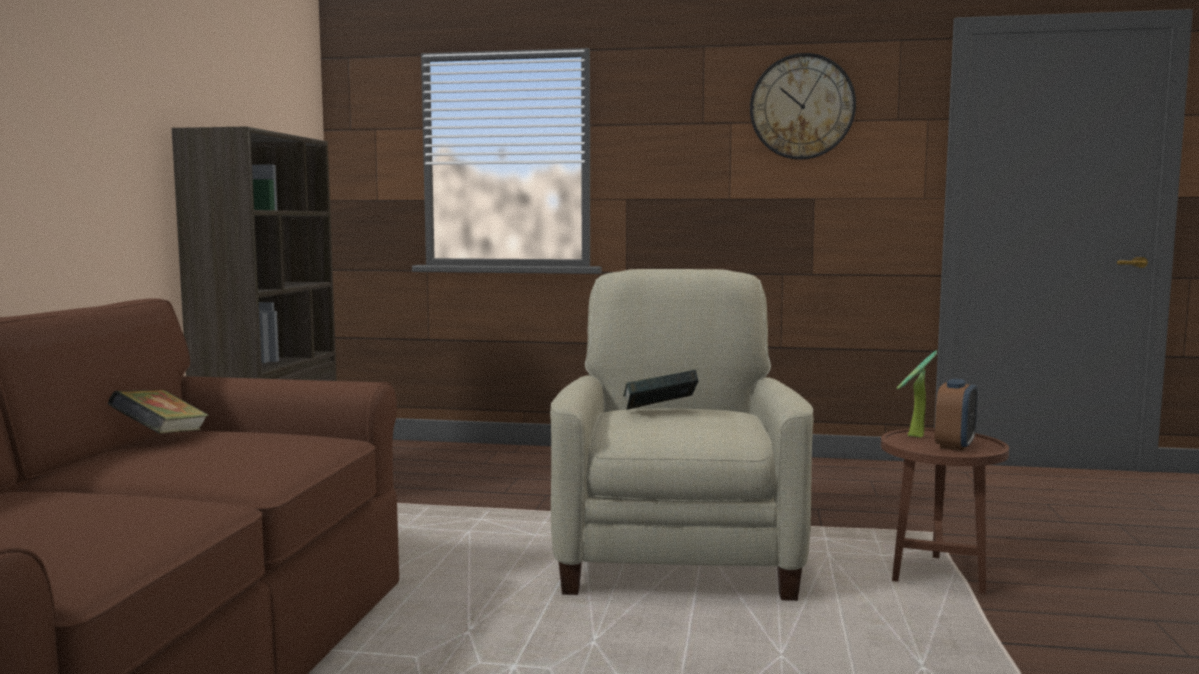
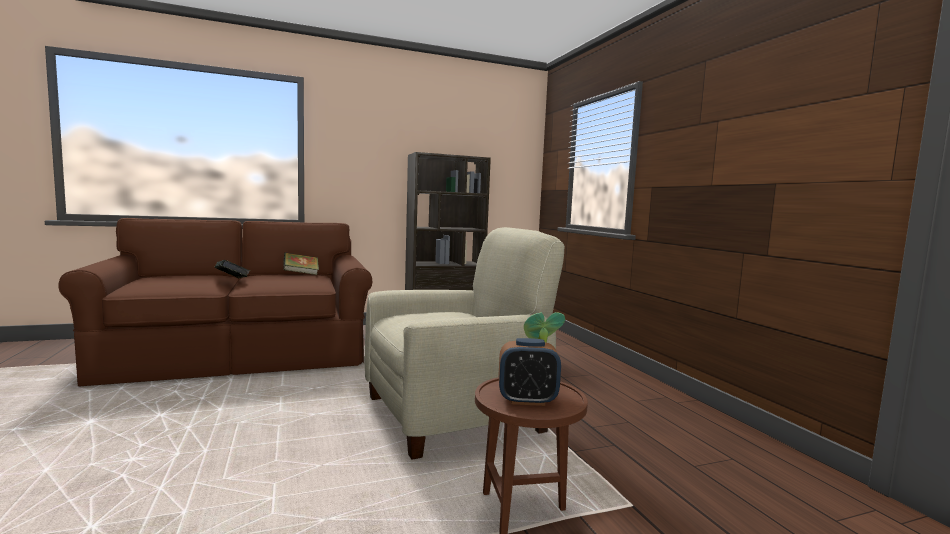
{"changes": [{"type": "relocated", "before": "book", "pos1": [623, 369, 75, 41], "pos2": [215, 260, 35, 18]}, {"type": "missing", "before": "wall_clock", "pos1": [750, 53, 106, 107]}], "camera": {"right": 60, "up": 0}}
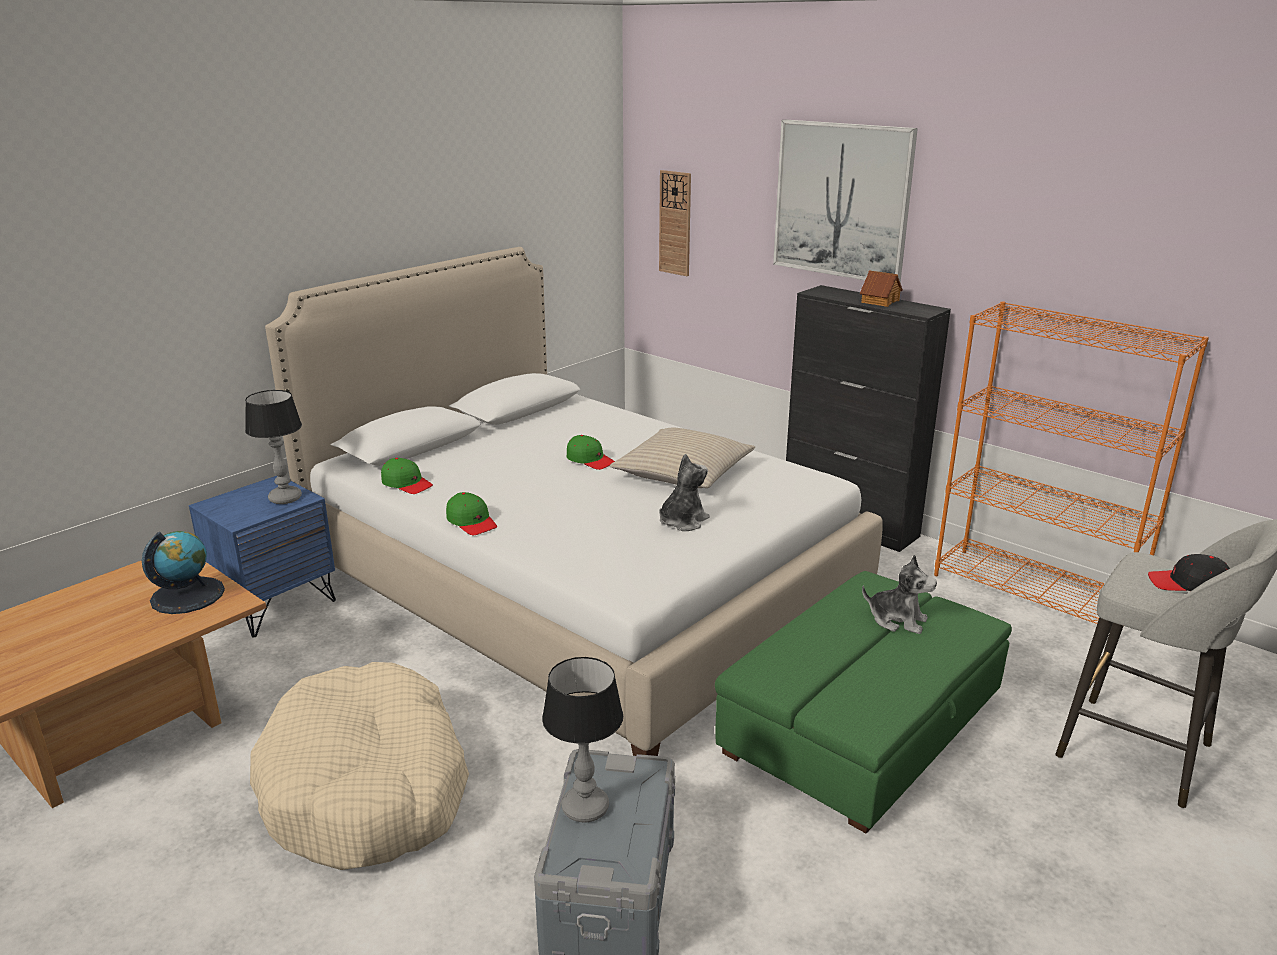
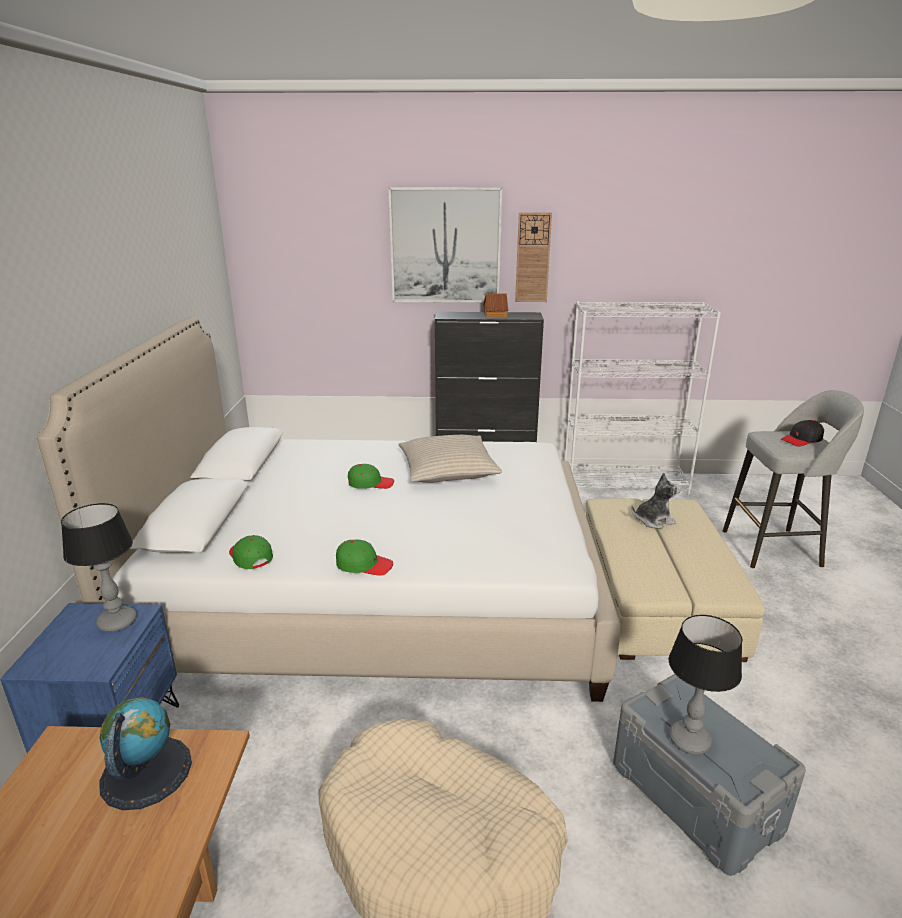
{"changes": [{"type": "spun", "before": "green_cap", "pos1": [381, 458, 52, 36], "pos2": [229, 535, 44, 34], "turn": -120}, {"type": "relocated", "before": "wall_clock", "pos1": [659, 170, 32, 106], "pos2": [515, 213, 37, 89]}, {"type": "colour", "before": "orange_bookcase", "after": "white_bookcase", "pos1": [934, 301, 275, 323], "pos2": [564, 301, 157, 194]}, {"type": "colour", "before": "green_ottoman", "after": "beige_ottoman", "pos1": [715, 571, 297, 262], "pos2": [586, 498, 179, 164]}, {"type": "missing", "before": "plush_toy", "pos1": [659, 454, 51, 77]}], "camera": {"right": -40, "up": 0}}
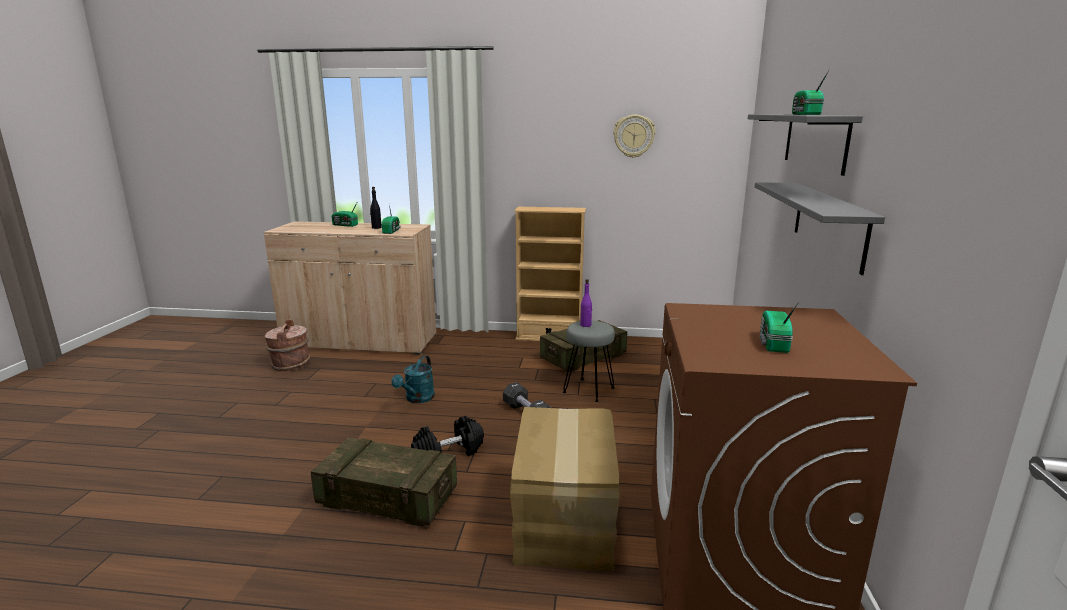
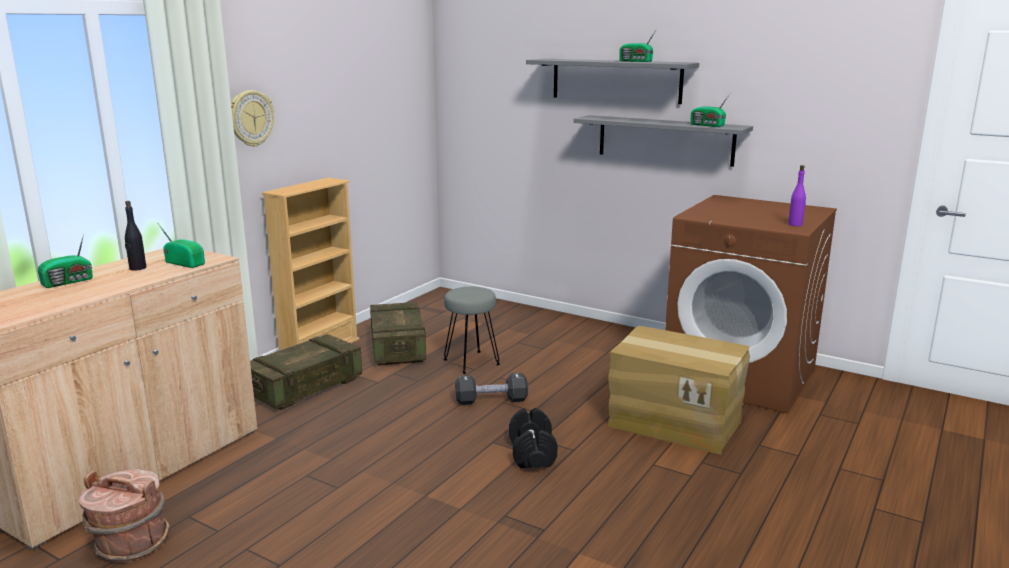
{"changes": [{"type": "relocated", "before": "wall_clock", "pos1": [613, 115, 42, 43], "pos2": [231, 90, 43, 57]}, {"type": "relocated", "before": "crate", "pos1": [311, 437, 146, 90], "pos2": [250, 334, 112, 76]}, {"type": "relocated", "before": "radio", "pos1": [760, 302, 39, 51], "pos2": [690, 94, 40, 33]}, {"type": "relocated", "before": "purple_bottle", "pos1": [580, 279, 12, 48], "pos2": [788, 165, 18, 61]}, {"type": "missing", "before": "turquoise_watering_can", "pos1": [391, 355, 44, 48]}], "camera": {"right": -65, "up": 0}}
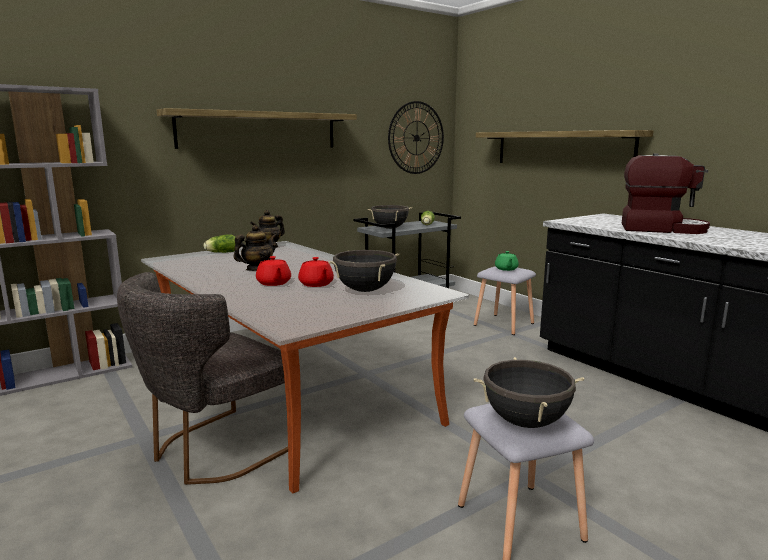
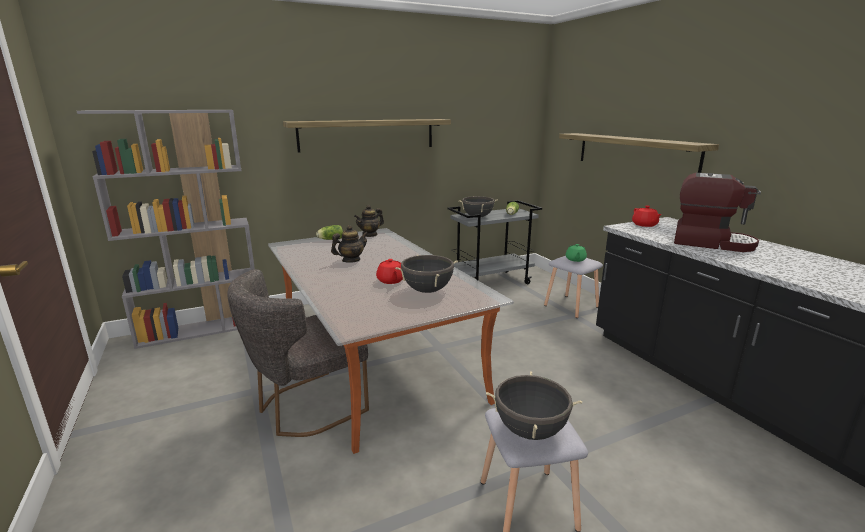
{"changes": [{"type": "relocated", "before": "red_teapot", "pos1": [256, 256, 35, 30], "pos2": [632, 206, 30, 21]}, {"type": "missing", "before": "wall_clock", "pos1": [388, 101, 56, 73]}], "camera": {"right": 10, "up": 5}}
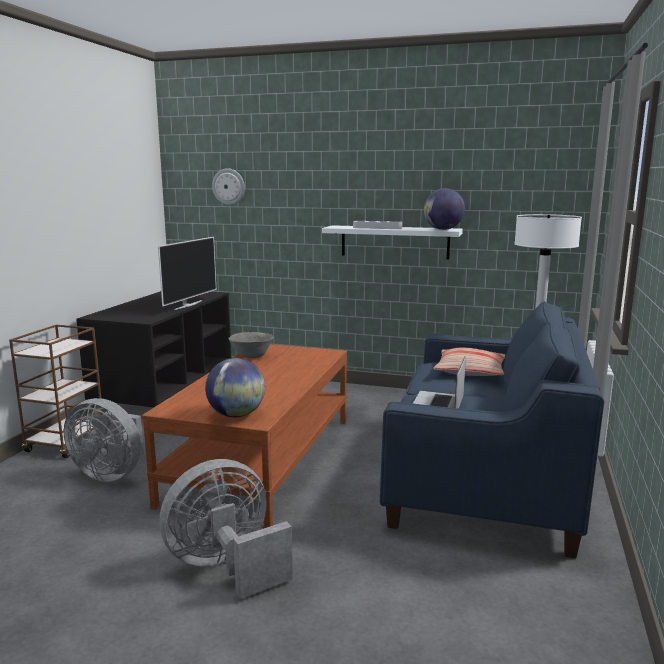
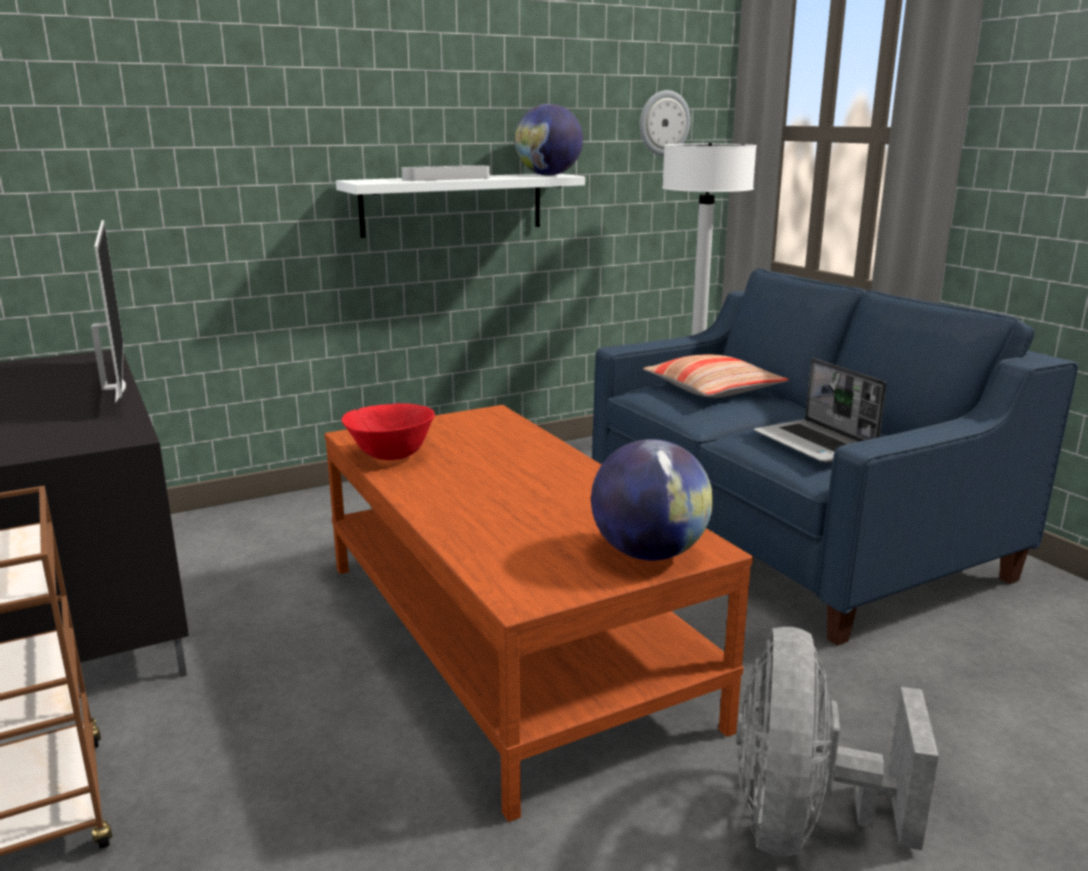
{"changes": [{"type": "colour", "before": "grey_bowl", "after": "red_bowl", "pos1": [229, 332, 45, 26], "pos2": [342, 403, 93, 57]}, {"type": "relocated", "before": "wall_clock", "pos1": [212, 168, 33, 37], "pos2": [640, 90, 50, 65]}, {"type": "missing", "before": "grey_fan", "pos1": [64, 398, 80, 84]}], "camera": {"right": -45, "up": 5}}
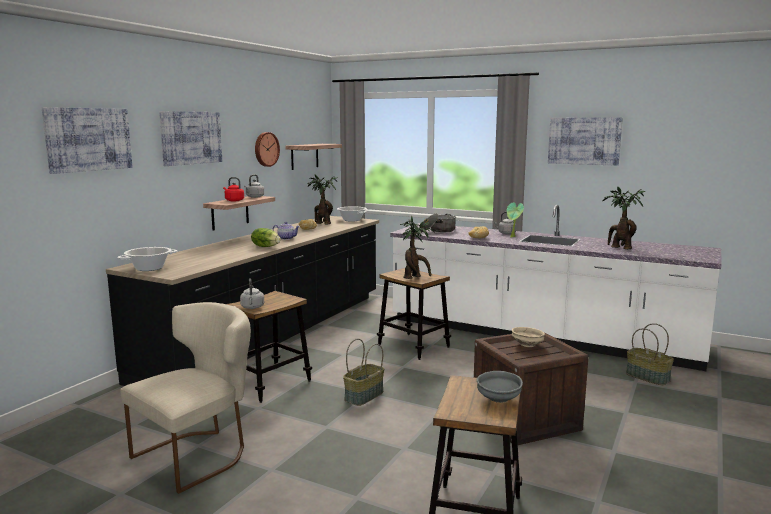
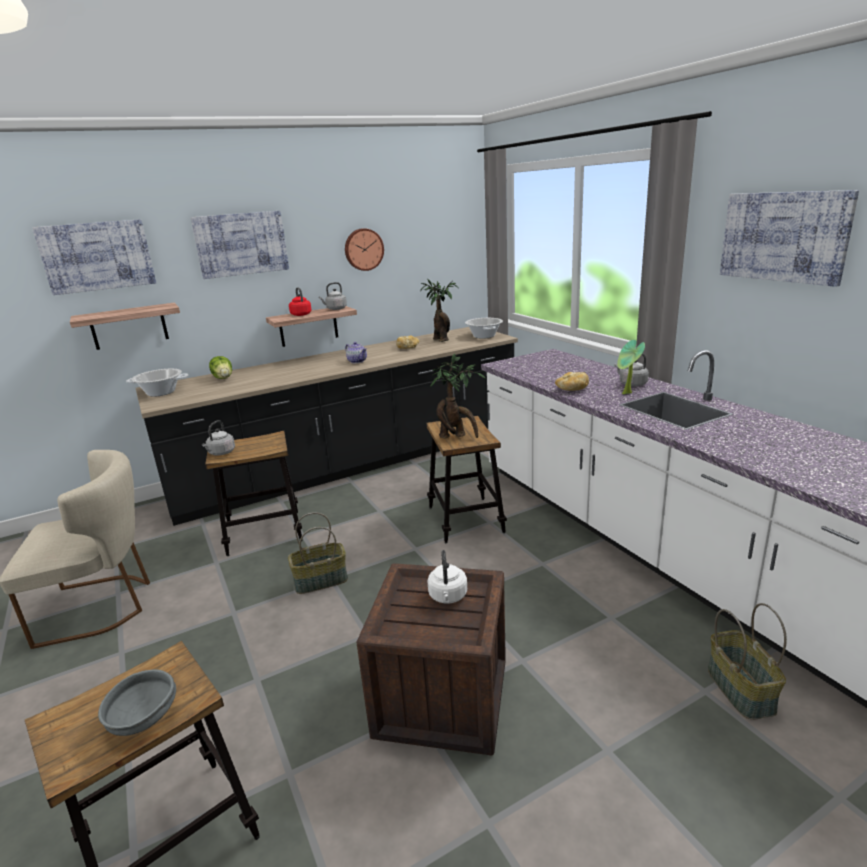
{"changes": [{"type": "relocated", "before": "shelf", "pos1": [285, 144, 57, 26], "pos2": [70, 303, 110, 47]}, {"type": "relocated", "before": "lettuce", "pos1": [251, 228, 30, 19], "pos2": [209, 356, 23, 23]}, {"type": "exchanged", "before": "beige_bowl", "after": "white_kettle", "pos1": [512, 327, 33, 20], "pos2": [427, 550, 40, 54]}, {"type": "missing", "before": "cooking_pot", "pos1": [420, 213, 36, 20]}, {"type": "missing", "before": "potted_plant", "pos1": [602, 186, 44, 63]}], "camera": {"right": 35, "up": 10}}
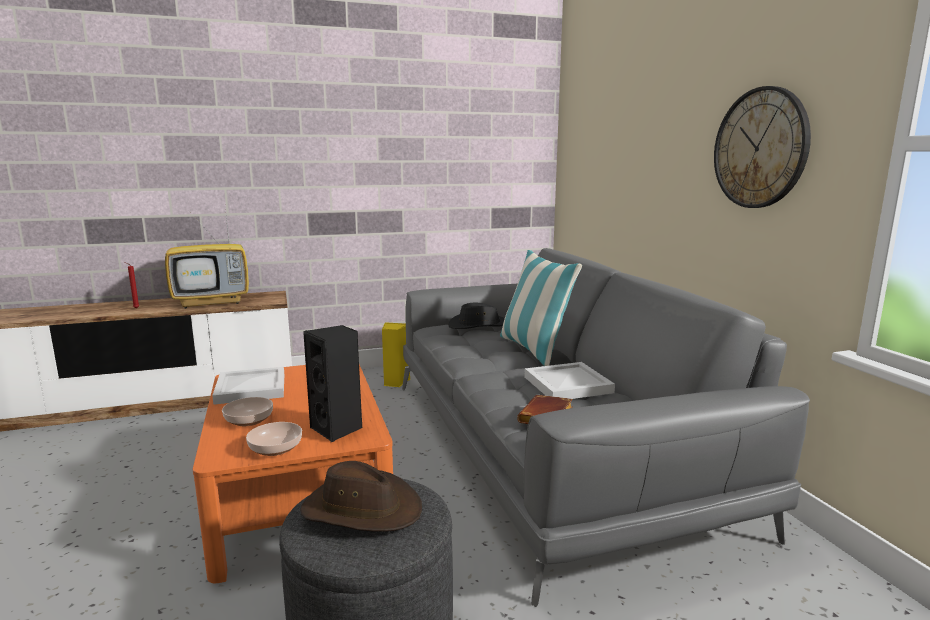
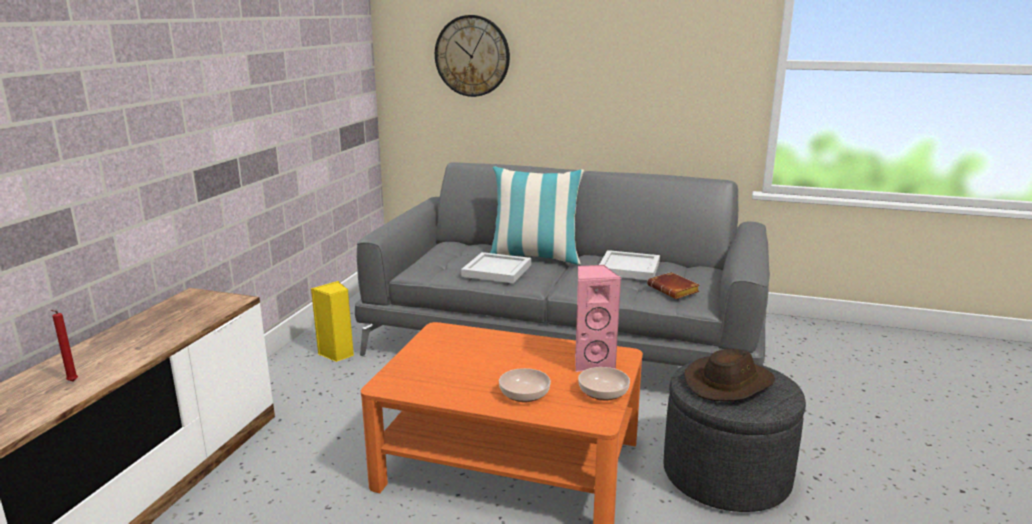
{"changes": [{"type": "relocated", "before": "wall_clock", "pos1": [714, 86, 97, 122], "pos2": [435, 15, 75, 82]}, {"type": "relocated", "before": "white_tray", "pos1": [212, 367, 72, 38], "pos2": [461, 252, 70, 31]}, {"type": "colour", "before": "black_speaker", "after": "pink_speaker", "pos1": [303, 325, 59, 117], "pos2": [575, 265, 46, 107]}, {"type": "missing", "before": "television", "pos1": [165, 207, 84, 102]}, {"type": "missing", "before": "black_hat", "pos1": [448, 302, 57, 27]}], "camera": {"right": -55, "up": 5}}
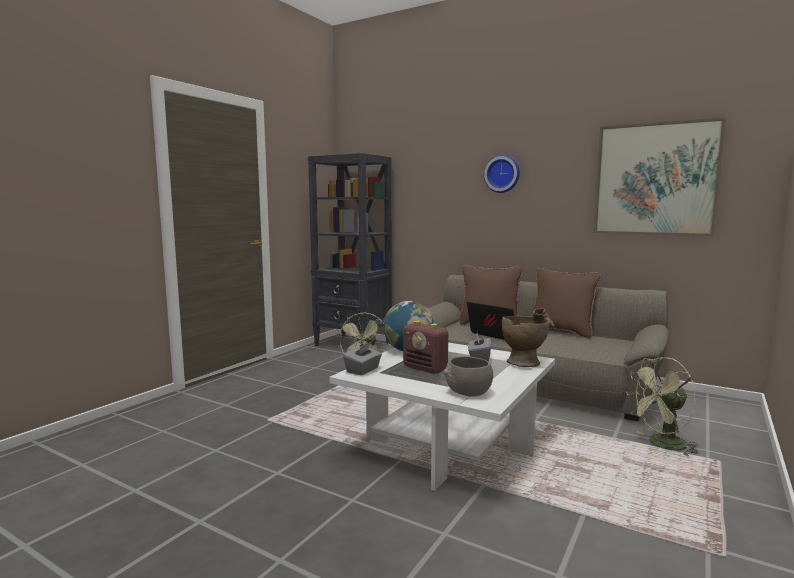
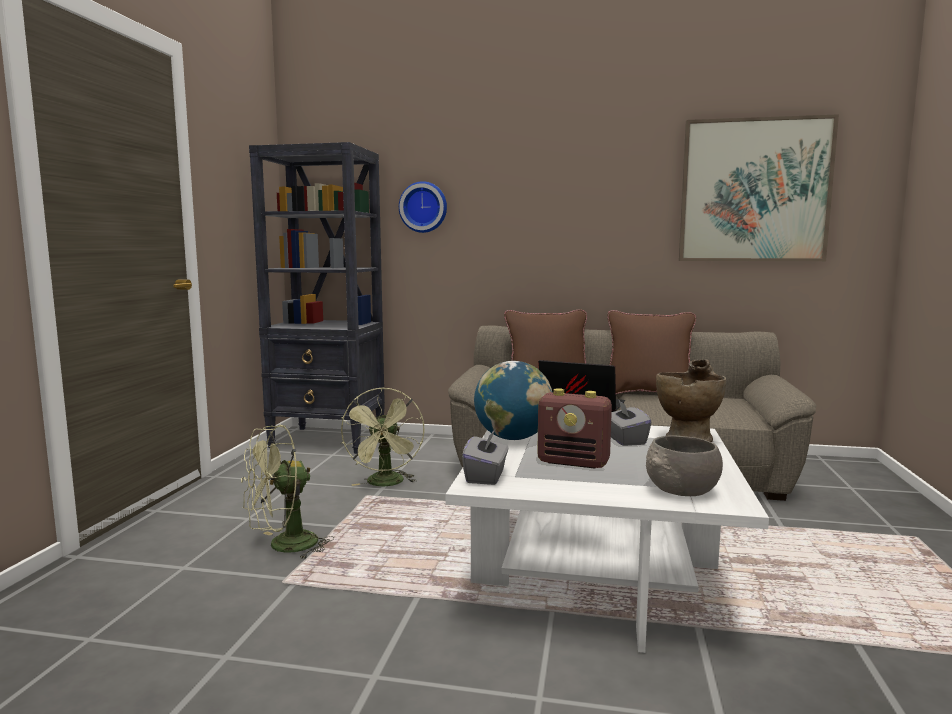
{"changes": [{"type": "relocated", "before": "green_fan", "pos1": [626, 357, 72, 100], "pos2": [241, 425, 93, 135]}, {"type": "relocated", "before": "wall_clock", "pos1": [484, 155, 36, 38], "pos2": [399, 181, 48, 52]}], "camera": {"right": -20, "up": 0}}
